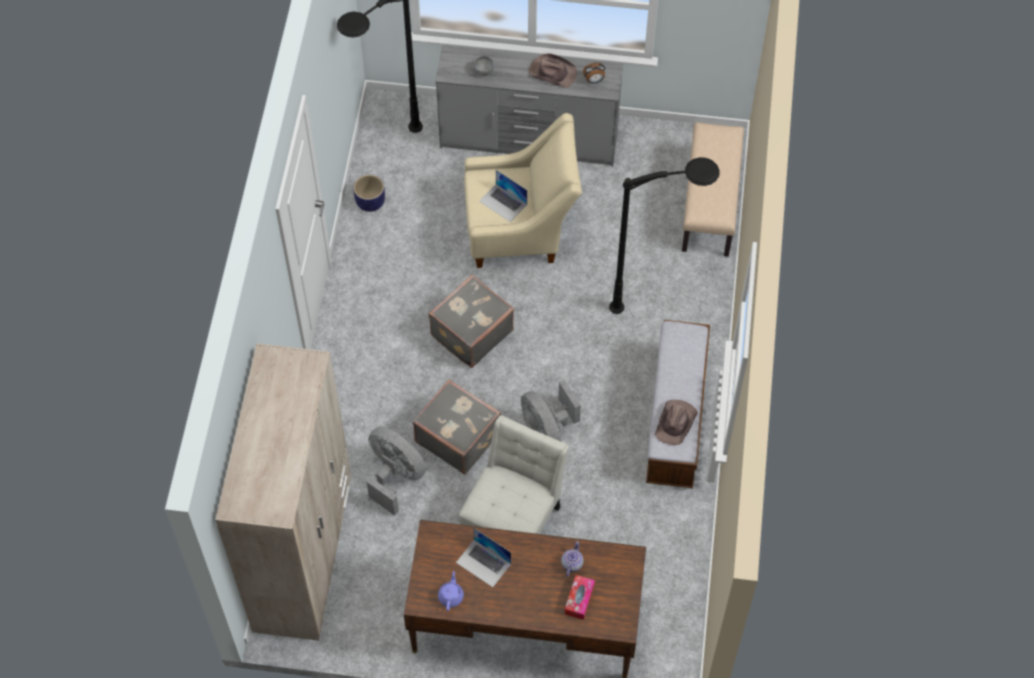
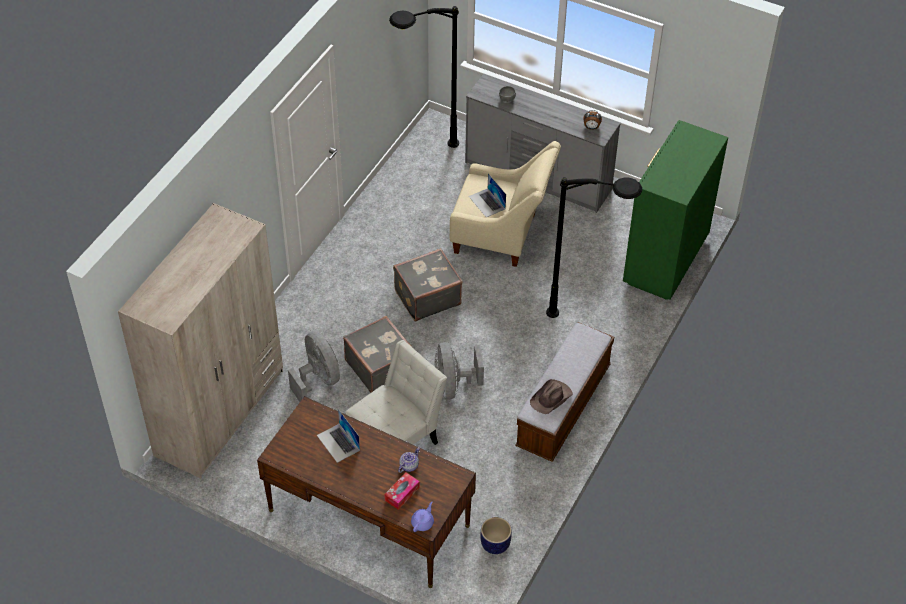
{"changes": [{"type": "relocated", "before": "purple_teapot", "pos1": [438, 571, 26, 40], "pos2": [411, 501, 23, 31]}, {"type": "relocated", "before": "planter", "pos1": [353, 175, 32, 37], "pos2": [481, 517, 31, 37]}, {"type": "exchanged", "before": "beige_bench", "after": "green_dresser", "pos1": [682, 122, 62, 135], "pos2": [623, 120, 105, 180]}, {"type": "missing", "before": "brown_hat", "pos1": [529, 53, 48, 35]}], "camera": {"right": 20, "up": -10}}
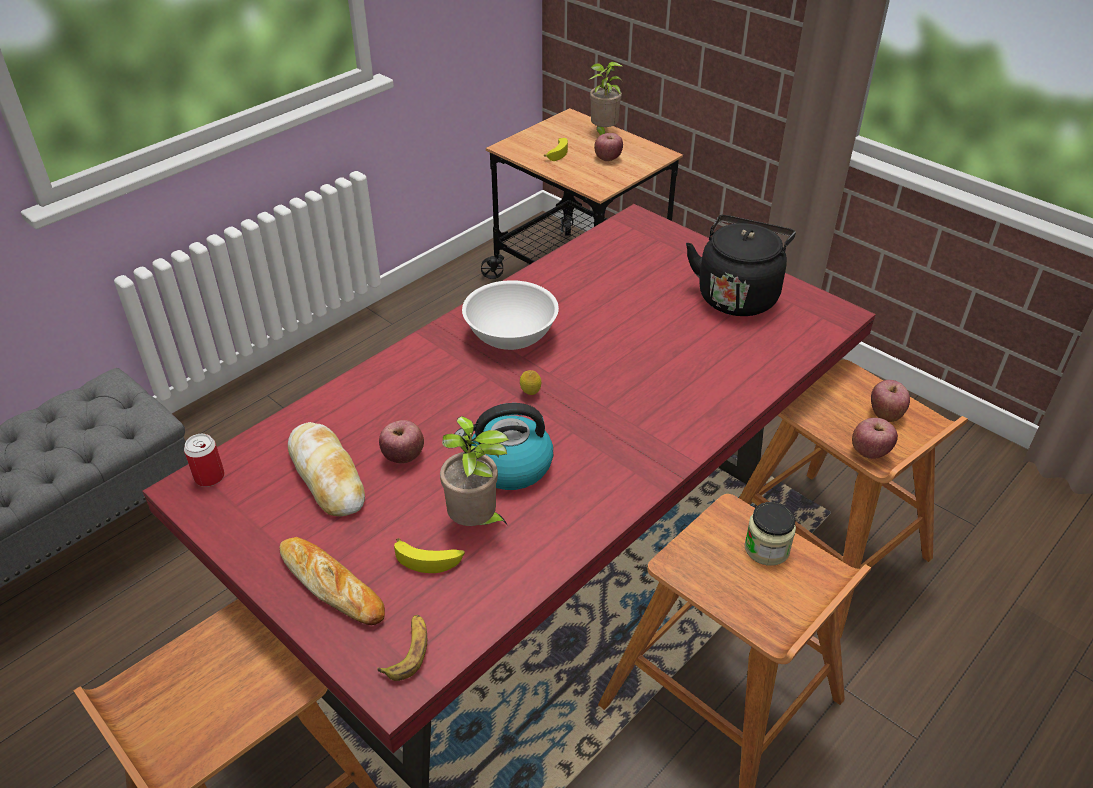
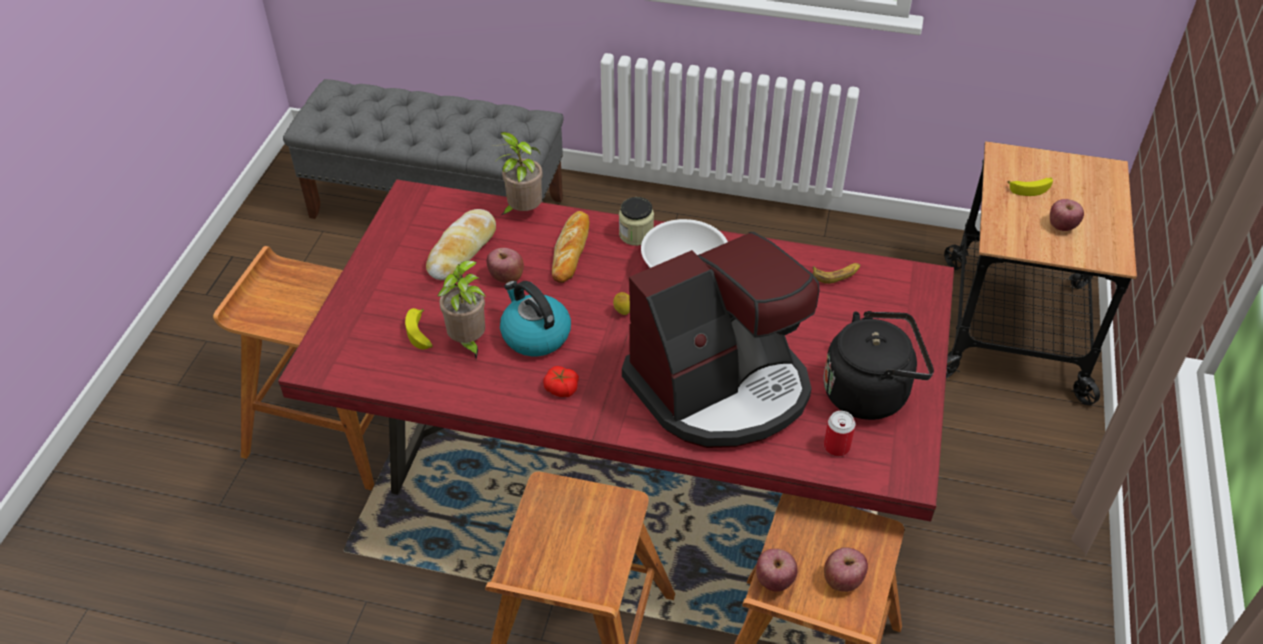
{"changes": [{"type": "relocated", "before": "potted_plant", "pos1": [589, 61, 33, 74], "pos2": [492, 132, 51, 83]}, {"type": "appeared", "after": "tomato", "pos2": [543, 366, 36, 31]}, {"type": "relocated", "before": "bread", "pos1": [279, 537, 106, 88], "pos2": [552, 211, 38, 72]}, {"type": "relocated", "before": "jar", "pos1": [744, 502, 52, 64], "pos2": [619, 197, 35, 49]}, {"type": "appeared", "after": "coffee_machine", "pos2": [622, 232, 198, 216]}, {"type": "relocated", "before": "banana", "pos1": [377, 615, 50, 66], "pos2": [813, 263, 47, 21]}, {"type": "relocated", "before": "can", "pos1": [184, 434, 41, 53], "pos2": [824, 411, 31, 46]}], "camera": {"right": 60, "up": 5}}
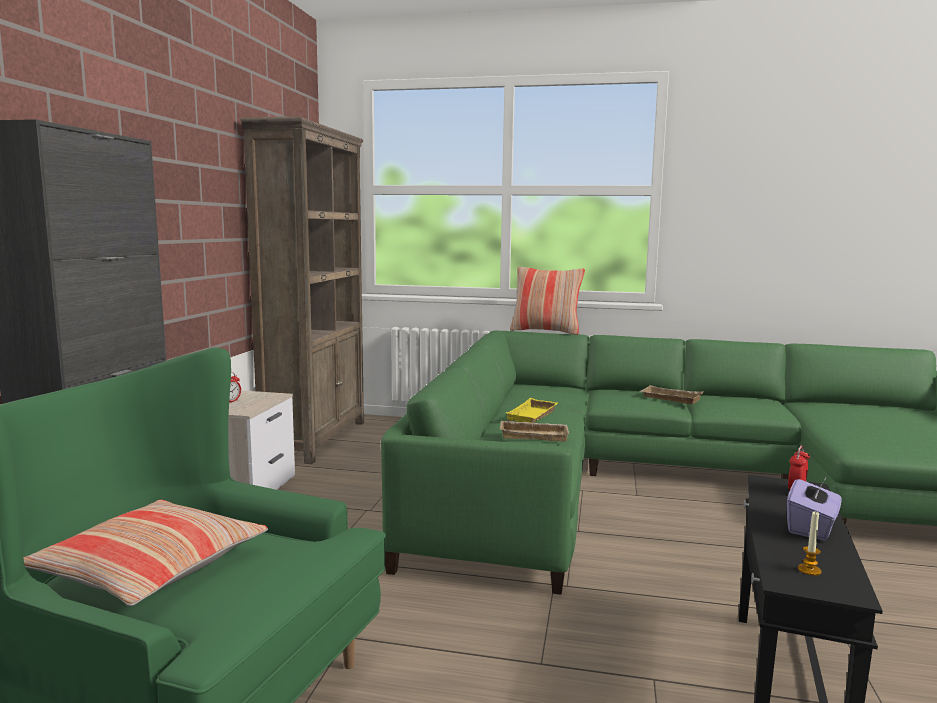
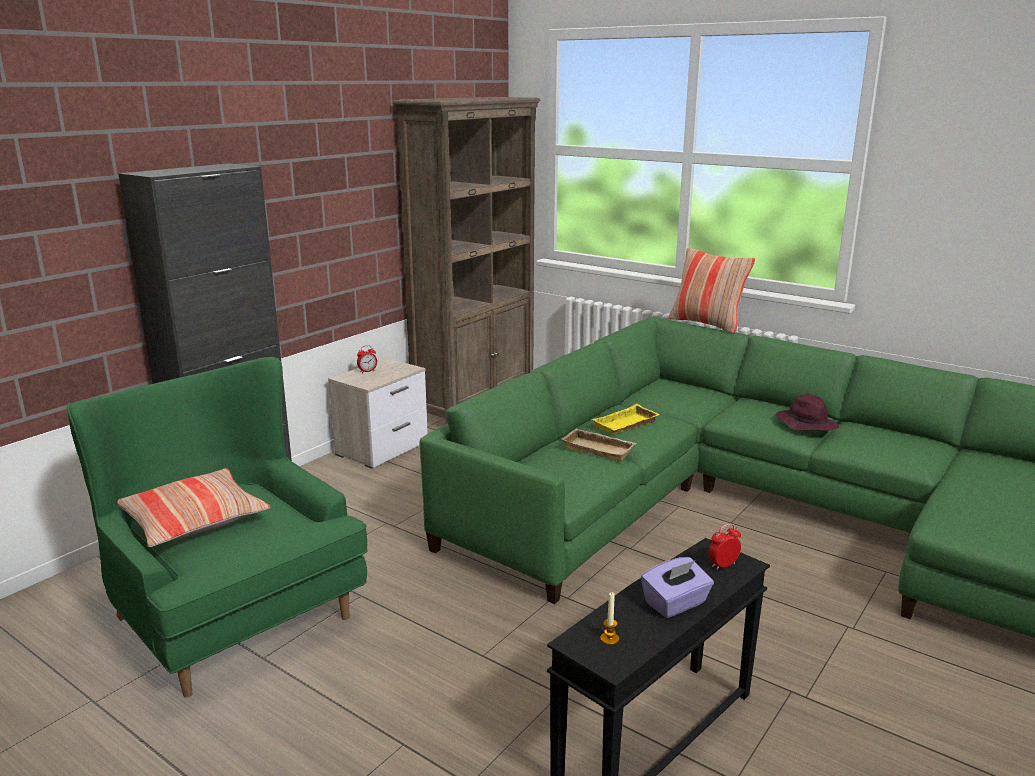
{"changes": [{"type": "exchanged", "before": "beige_tray", "after": "purple_hat", "pos1": [640, 385, 63, 19], "pos2": [776, 394, 63, 37]}], "camera": {"right": 25, "up": 10}}
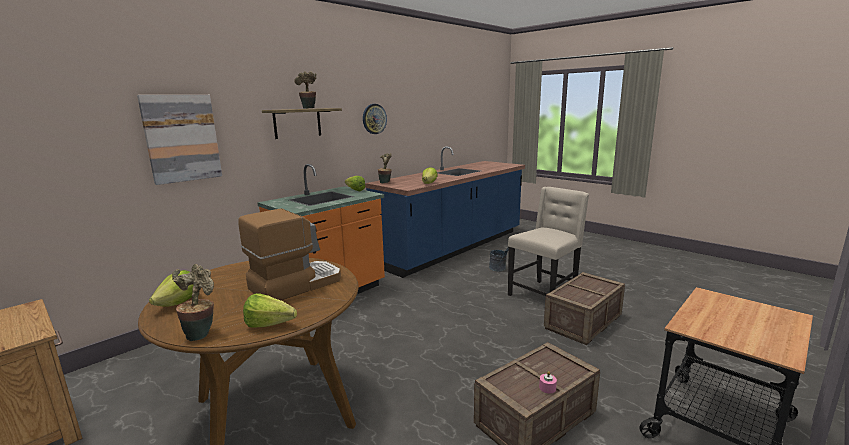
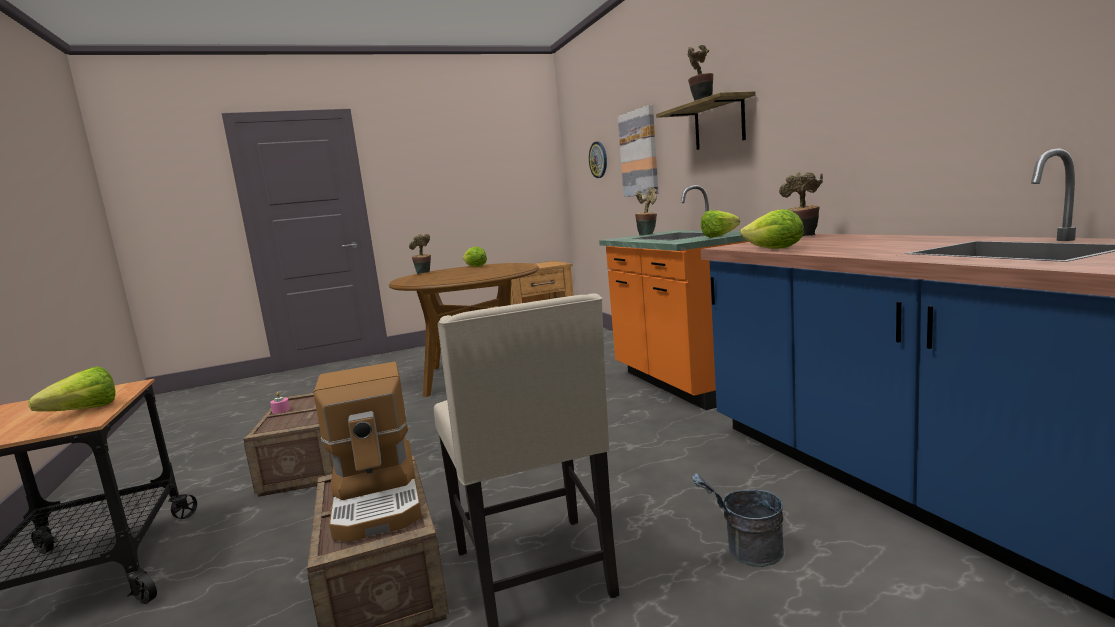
{"changes": [{"type": "relocated", "before": "lettuce", "pos1": [243, 293, 54, 35], "pos2": [28, 366, 88, 46]}, {"type": "relocated", "before": "coffee_machine", "pos1": [238, 209, 103, 91], "pos2": [313, 362, 109, 180]}, {"type": "relocated", "before": "wall_clock", "pos1": [363, 104, 24, 30], "pos2": [589, 142, 18, 36]}, {"type": "appeared", "after": "potted_plant", "pos2": [635, 187, 22, 49]}], "camera": {"right": 115, "up": -5}}
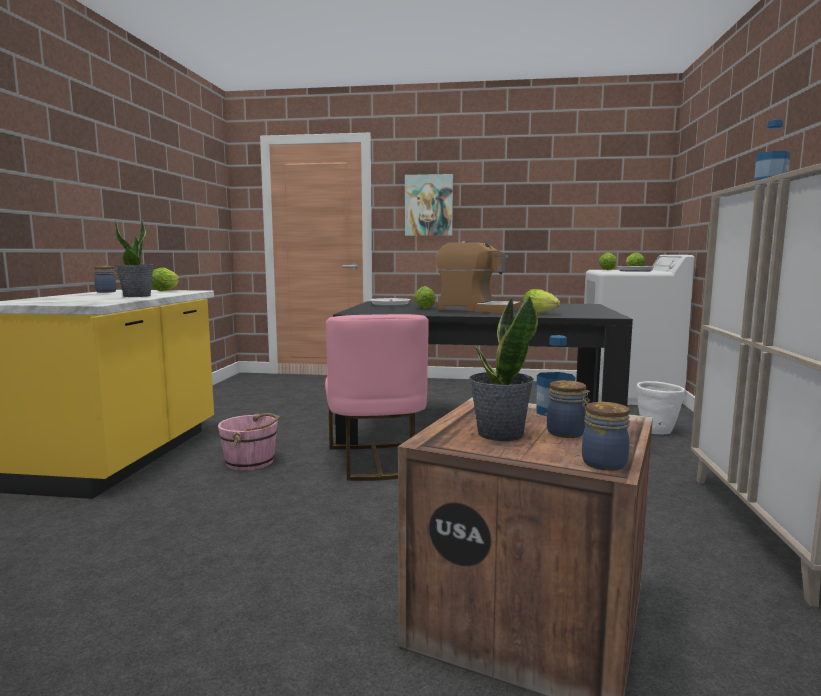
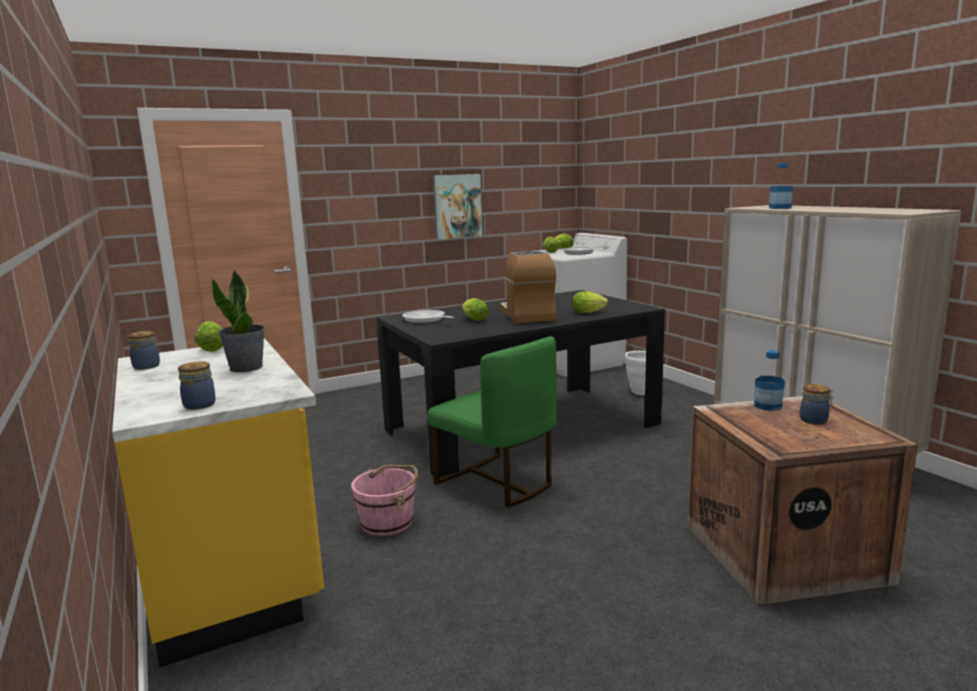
{"changes": [{"type": "relocated", "before": "jar", "pos1": [582, 402, 48, 69], "pos2": [178, 361, 38, 49]}, {"type": "colour", "before": "pink_chair", "after": "green_chair", "pos1": [325, 314, 104, 167], "pos2": [427, 336, 130, 172]}, {"type": "relocated", "before": "picture", "pos1": [405, 174, 48, 62], "pos2": [433, 174, 50, 66]}, {"type": "spun", "before": "coffee_machine", "pos1": [436, 241, 85, 72], "pos2": [500, 251, 56, 73], "turn": -90}, {"type": "missing", "before": "potted_plant", "pos1": [469, 295, 69, 146]}], "camera": {"right": -35, "up": 5}}
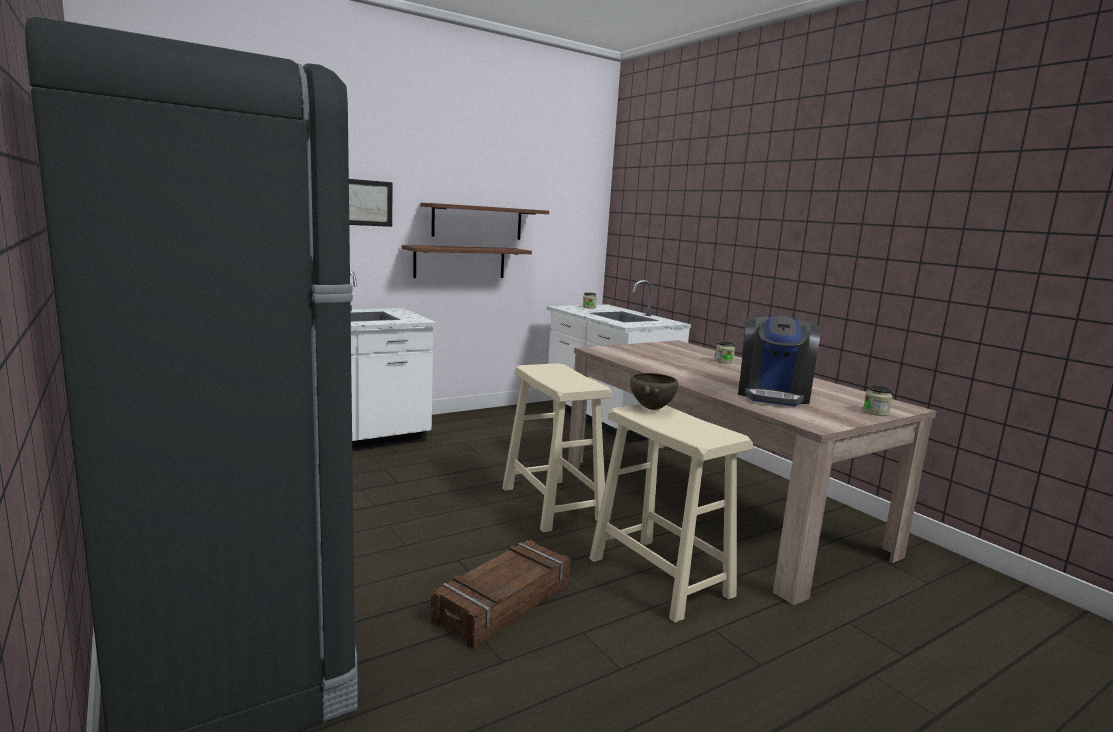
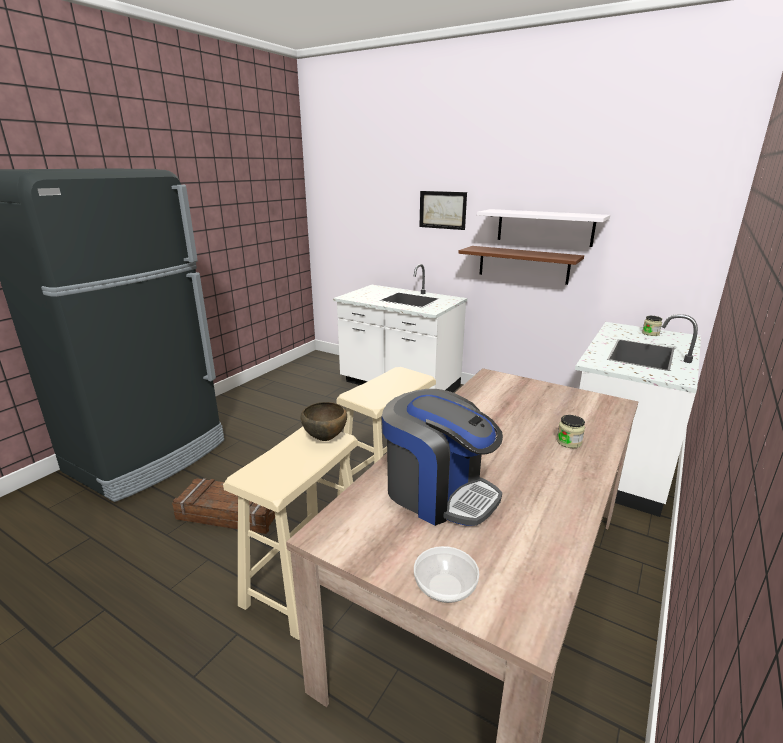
{"changes": [{"type": "spun", "before": "coffee_machine", "pos1": [738, 316, 83, 90], "pos2": [382, 389, 121, 137], "turn": -135}, {"type": "exchanged", "before": "jar", "after": "bowl", "pos1": [863, 385, 29, 31], "pos2": [414, 546, 65, 57]}, {"type": "colour", "before": "brown_shelf", "after": "white_shelf", "pos1": [420, 203, 129, 37], "pos2": [477, 209, 133, 38]}], "camera": {"right": 65, "up": 10}}
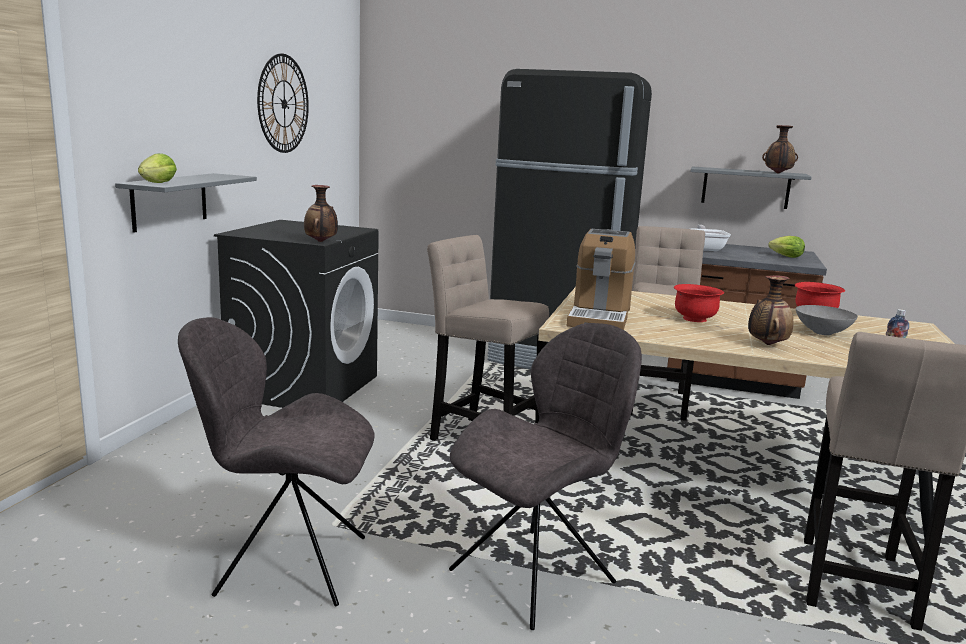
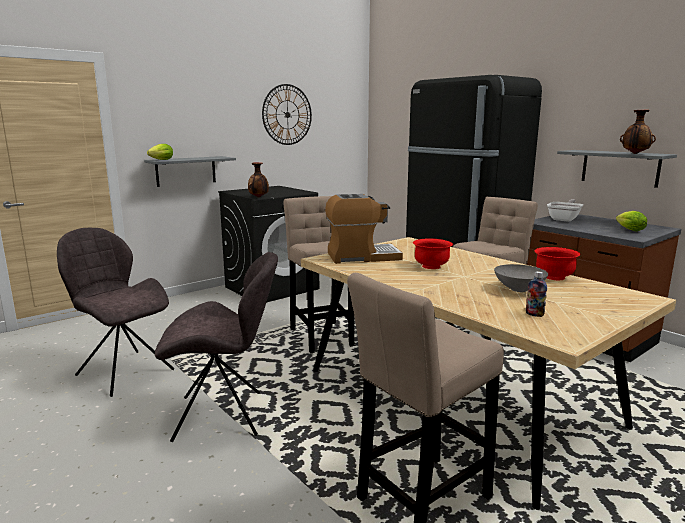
{"changes": [{"type": "spun", "before": "coffee_machine", "pos1": [567, 229, 68, 101], "pos2": [325, 194, 78, 70], "turn": -150}, {"type": "missing", "before": "vase", "pos1": [748, 275, 45, 70]}], "camera": {"right": 35, "up": 0}}
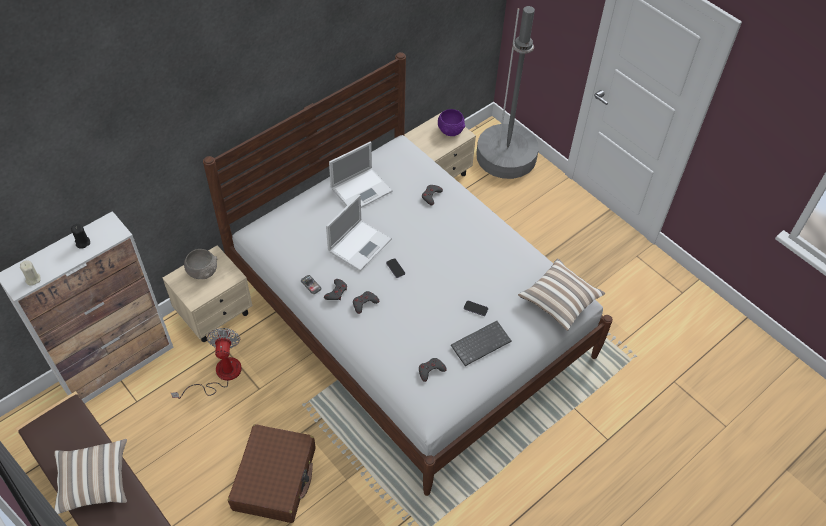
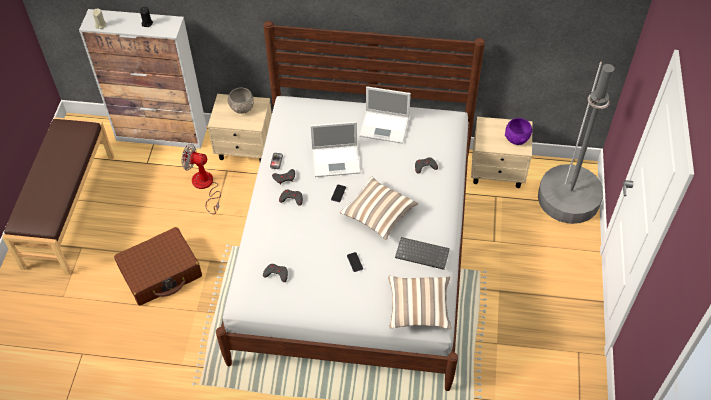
{"changes": [{"type": "spun", "before": "fan", "pos1": [171, 328, 71, 71], "pos2": [181, 144, 40, 71], "turn": -120}, {"type": "relocated", "before": "pillow", "pos1": [54, 439, 73, 75], "pos2": [340, 177, 78, 63]}, {"type": "relocated", "before": "keyboard", "pos1": [451, 321, 60, 45], "pos2": [395, 237, 55, 33]}], "camera": {"right": 50, "up": 0}}
